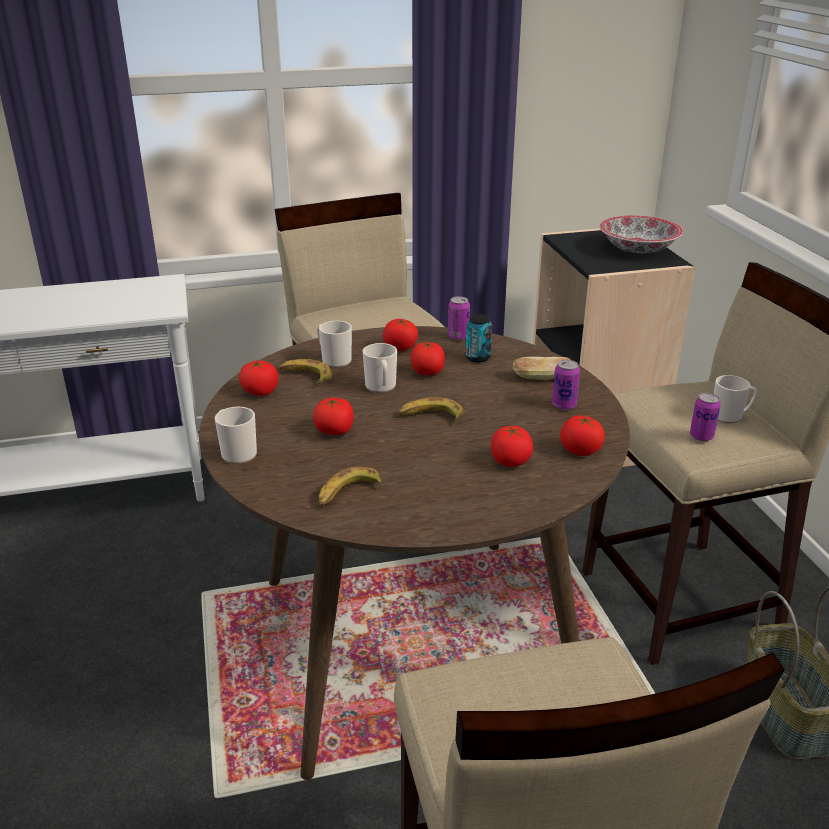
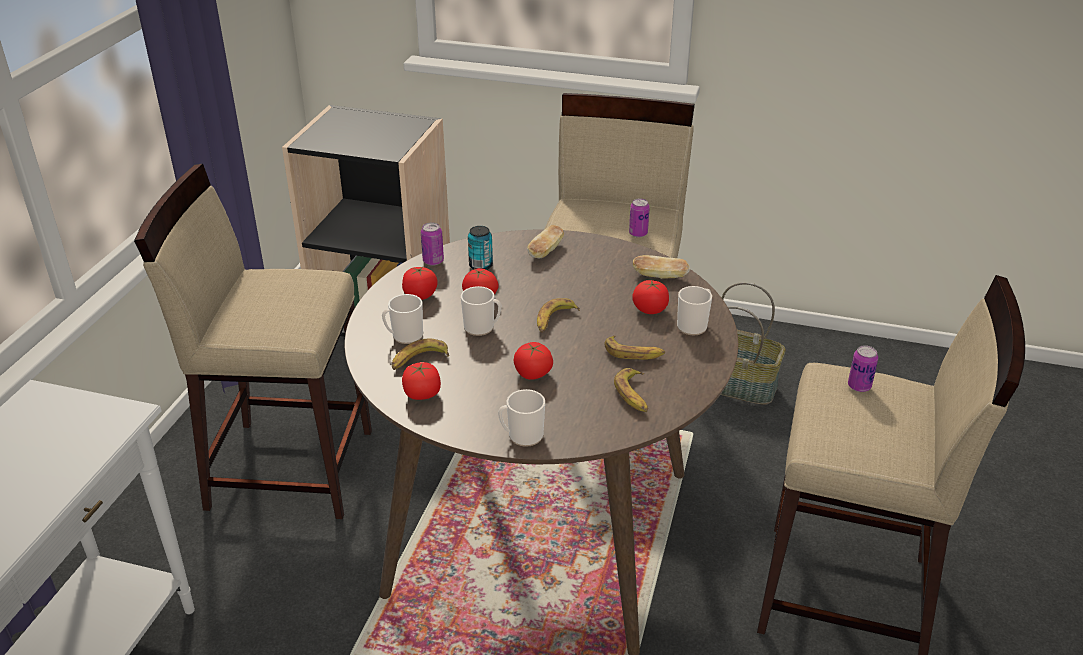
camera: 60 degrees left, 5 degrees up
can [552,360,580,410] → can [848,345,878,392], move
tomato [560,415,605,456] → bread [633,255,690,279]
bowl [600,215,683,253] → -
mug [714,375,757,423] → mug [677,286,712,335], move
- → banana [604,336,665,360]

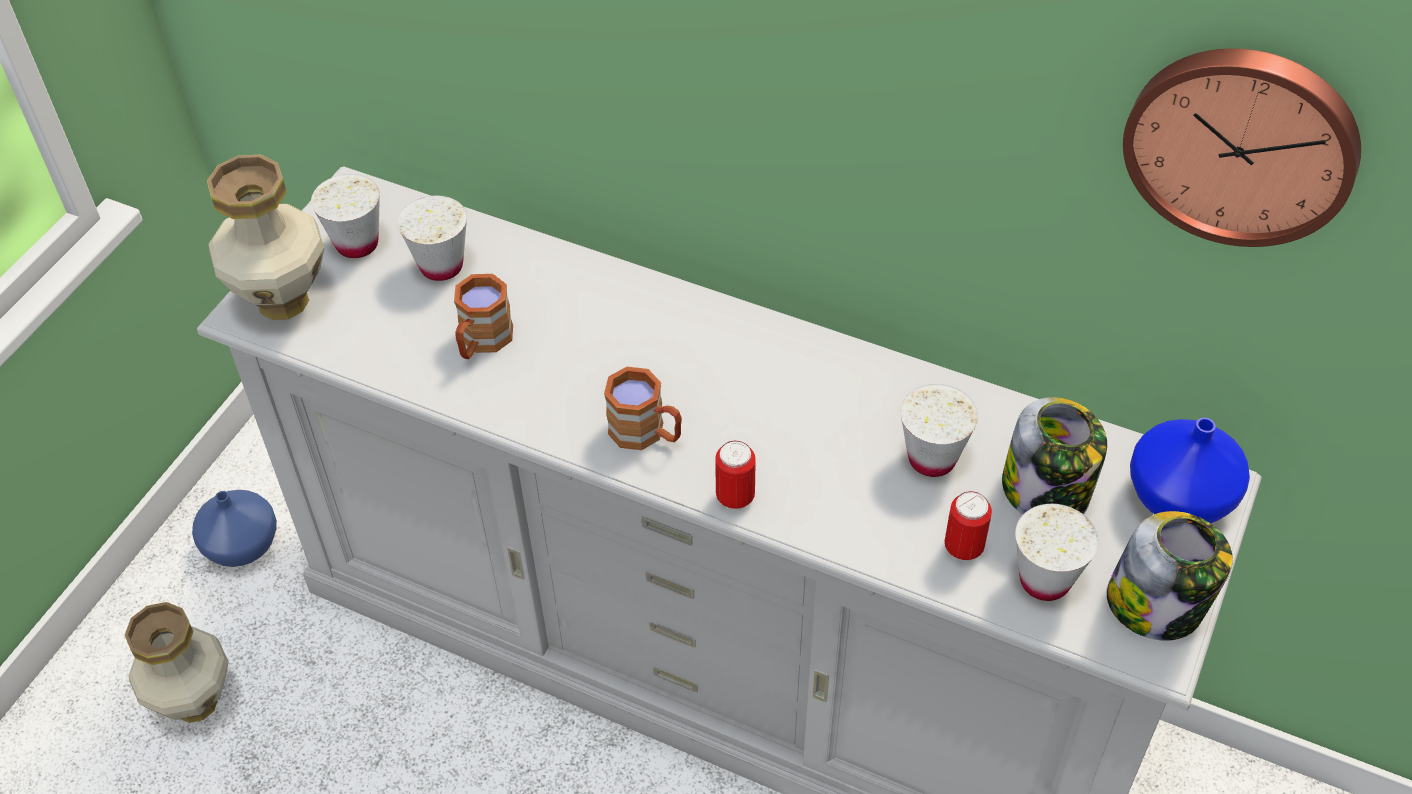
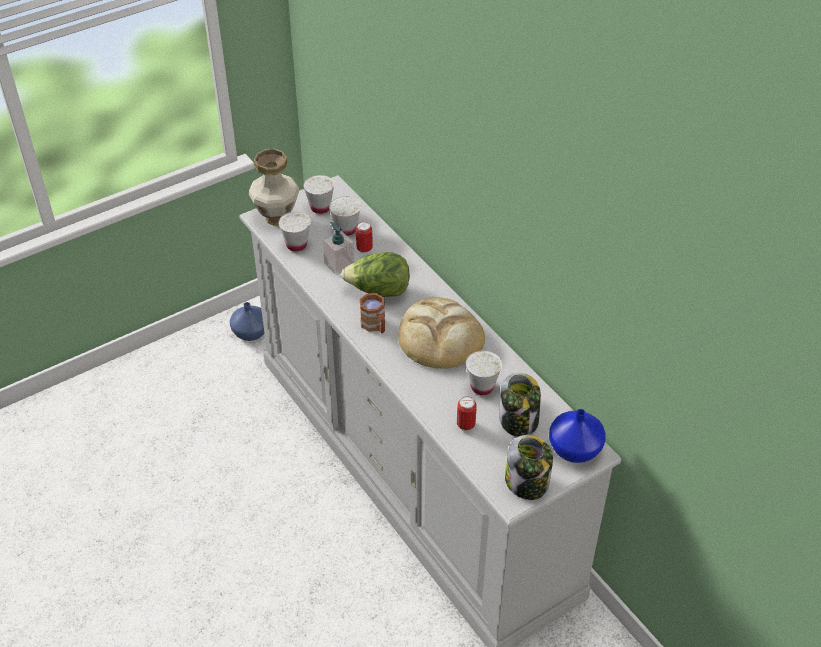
camera: 30 degrees right, 5 degrees down
vase [124,602,229,723] → -
brown mug [454,274,513,359] → soap dispenser [323,222,355,275]
can [715,441,756,510] → can [356,222,373,253], move
white cup [1015,504,1098,601] → white cup [278,212,311,252], move
wall clock [1123,48,1361,247] → -
- → lettuce [341,252,410,297]
- → bread [398,297,485,369]

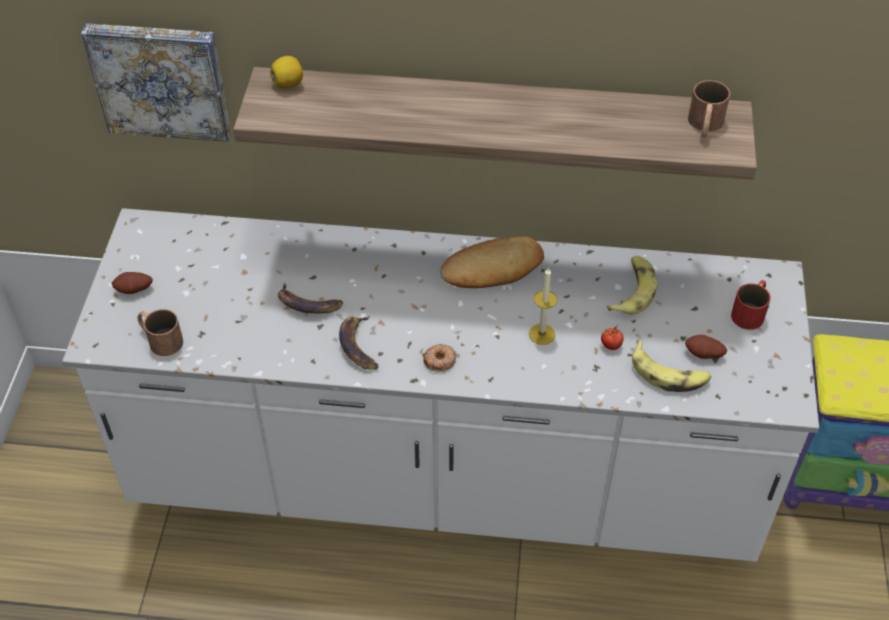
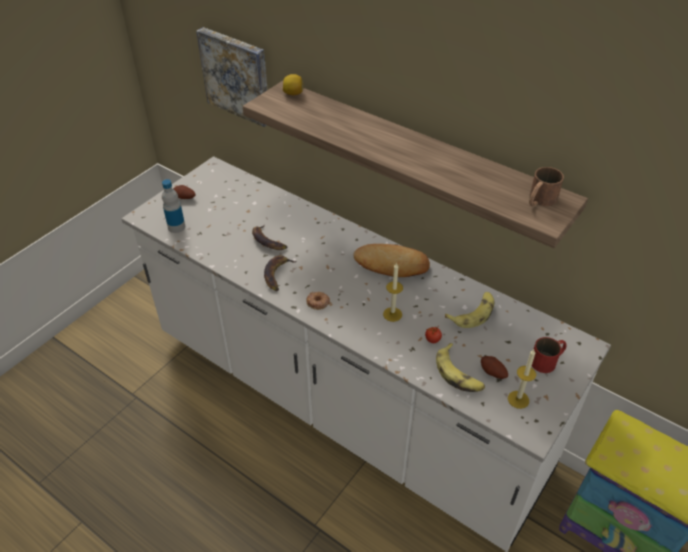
camera: 30 degrees right, 5 degrees down
brown mug [137,309,183,356] → bottle [162,179,185,233]
- → candle [508,350,536,409]

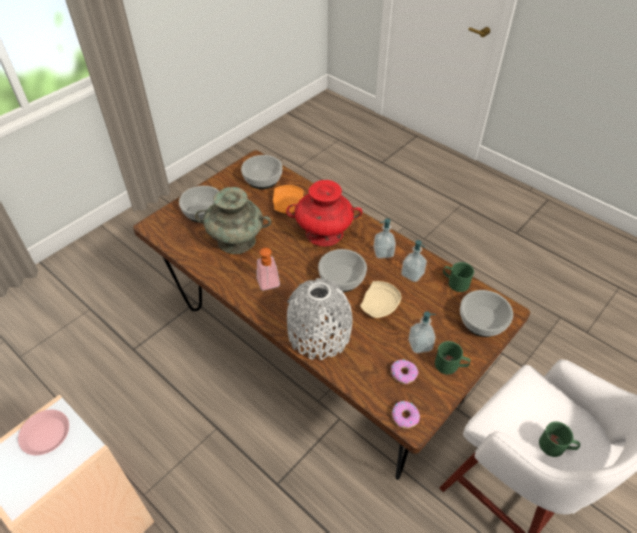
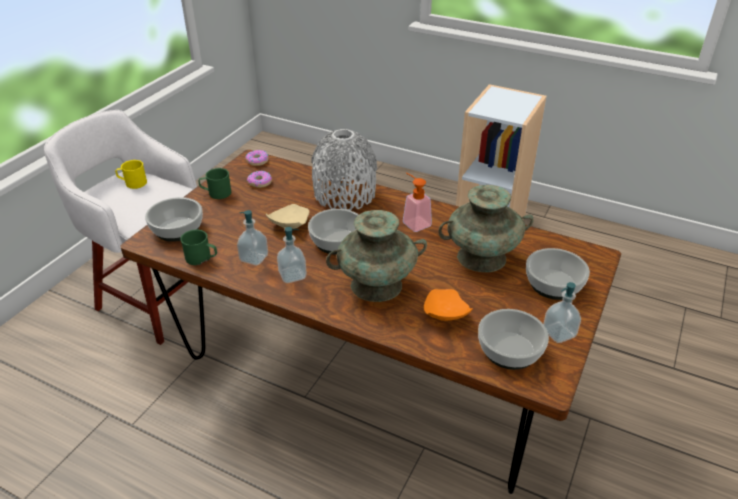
camera: 165 degrees right, 10 degrees down
pink plate [18,410,69,455] → -
red vase [286,180,362,246] → turquoise vase [326,210,427,302]
soap dispenser [408,311,436,353] → soap dispenser [543,282,581,343], move
green mug [539,421,580,457] → yellow mug [115,160,147,189]

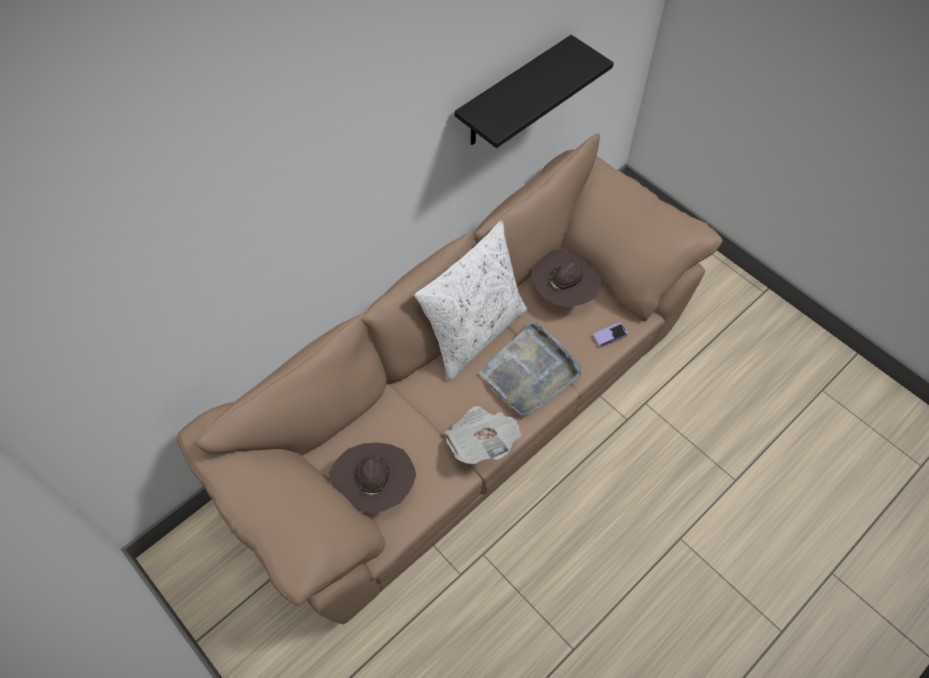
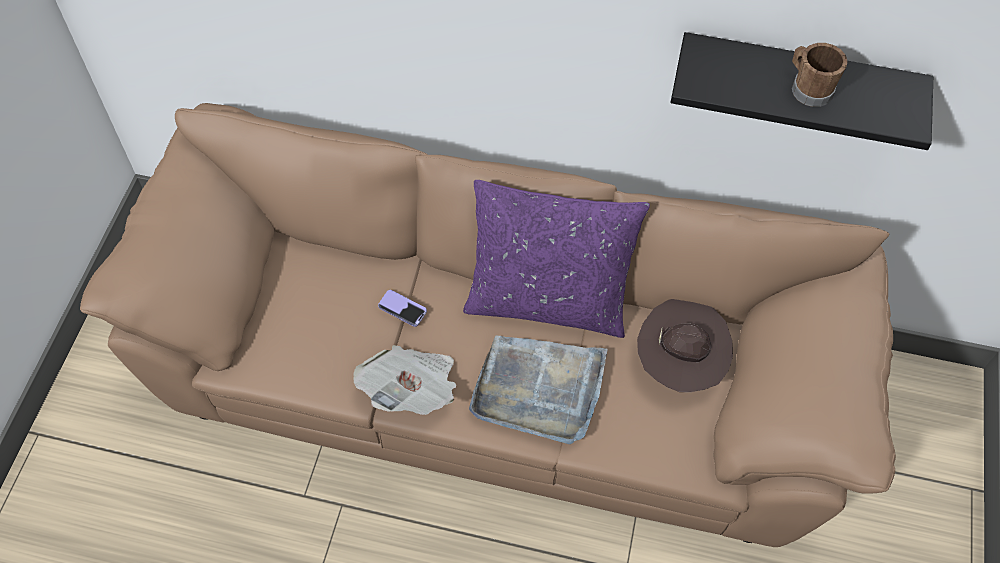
camera: 55 degrees right, 0 degrees up
brown hat [329,442,416,513] → -
white pillow [415,221,528,381] → purple pillow [463,180,650,338]
phone [593,322,628,347] → phone [378,290,427,327], move
- → brown mug [792,43,848,107]

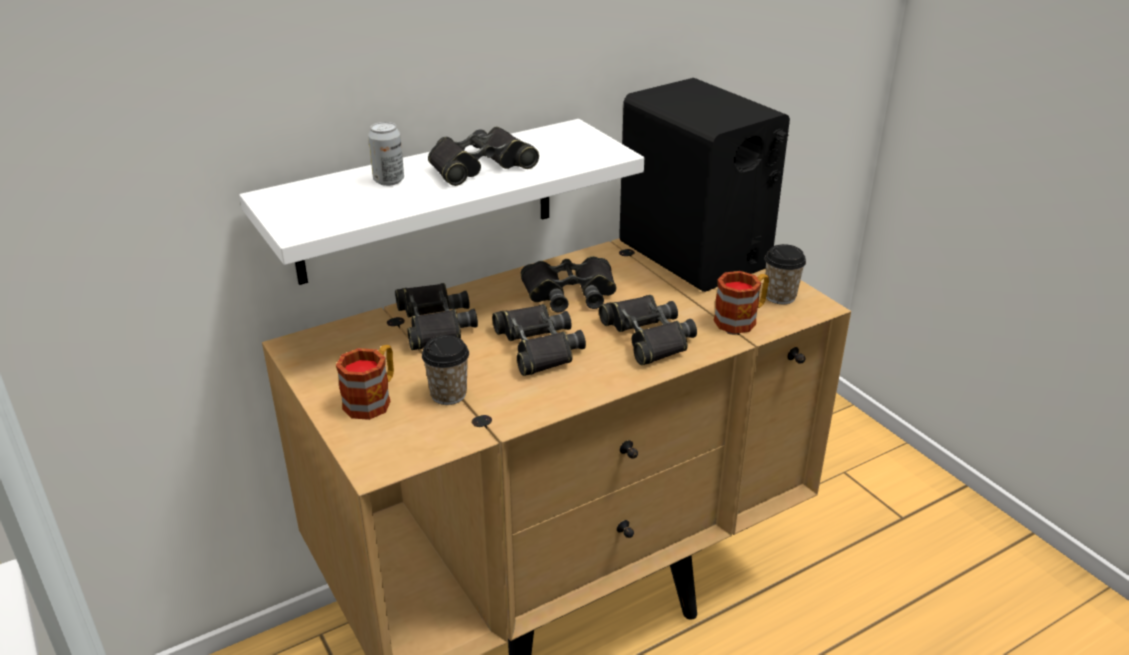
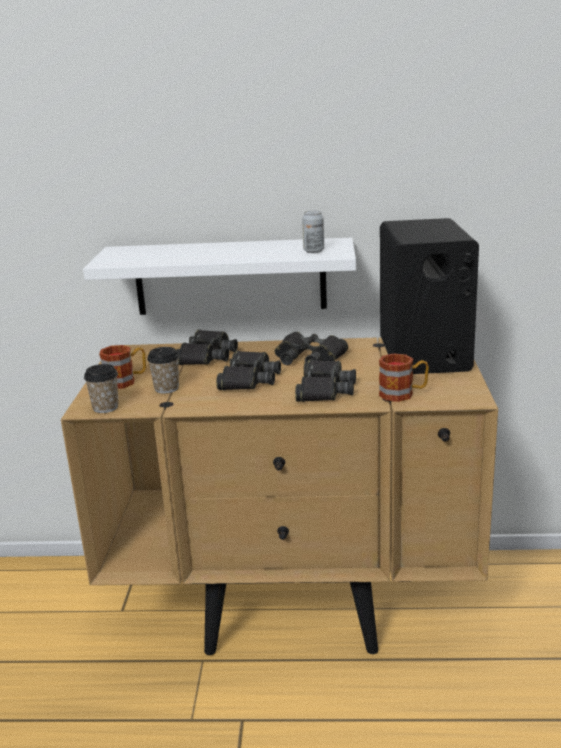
camera: 35 degrees right, 10 degrees down
can [368,122,404,186] → can [302,211,324,253], move
black binoculars [428,127,539,186] → -
cup [765,244,806,304] → cup [84,364,119,413], move

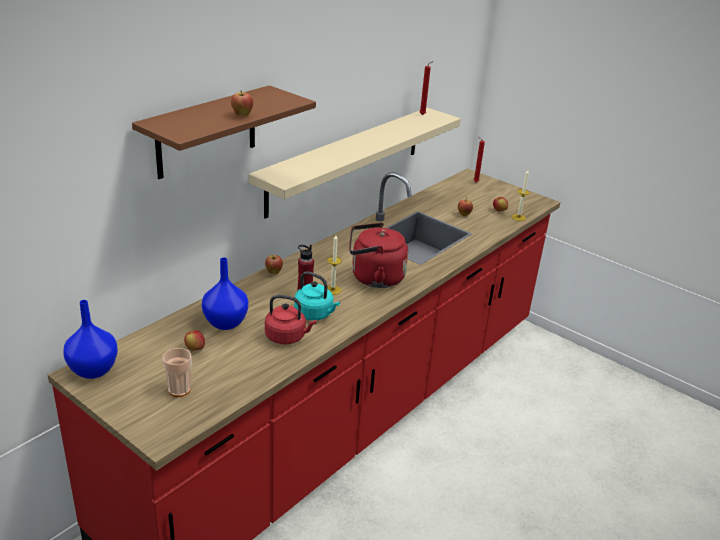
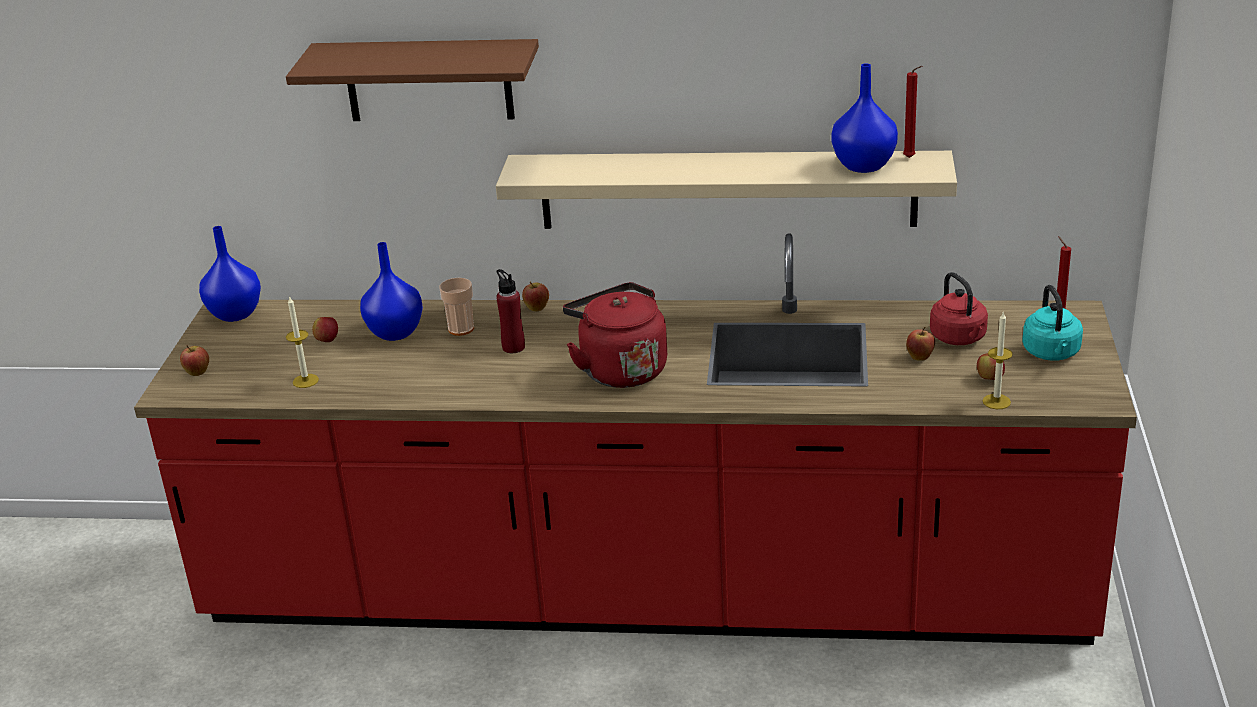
camera: 60 degrees right, 0 degrees up
cup [163,348,192,397] → cup [439,278,474,336], move
apple [231,90,253,117] → apple [180,345,209,376], move
red kettle [265,295,316,345] → red kettle [930,272,988,345], move
turquoise kettle [294,271,340,320] → turquoise kettle [1022,285,1083,361], move
candle [327,235,342,295] → candle [286,296,319,388], move
- → blue vase [831,63,898,173]

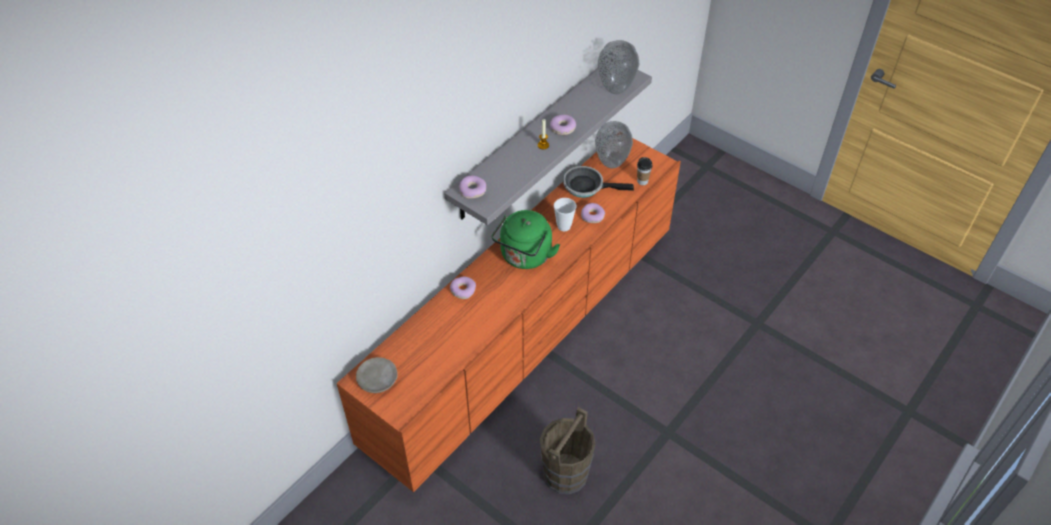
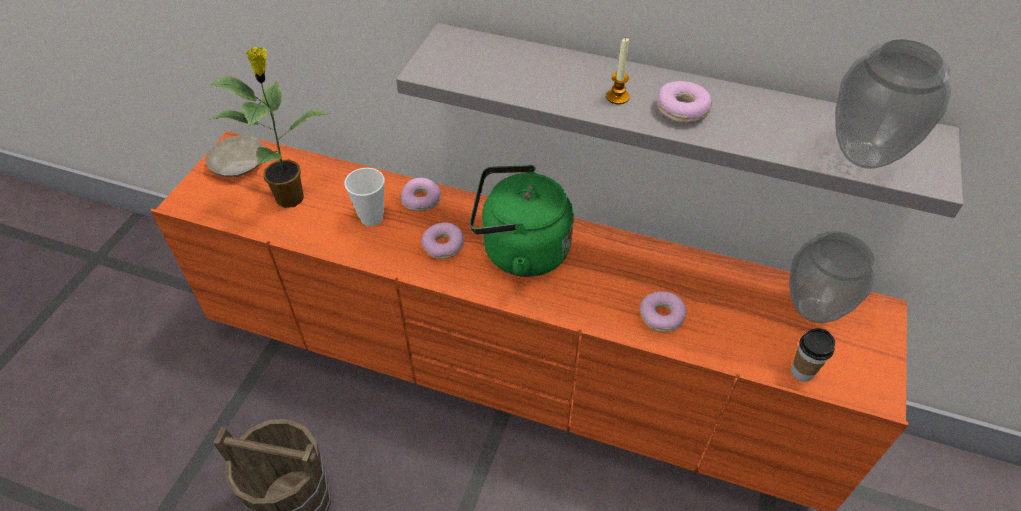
camera: 70 degrees right, 0 degrees up
donut [459,175,486,199] → donut [421,222,464,259], move
cup [554,198,577,231] → cup [344,168,385,226], move
frying pan [563,166,634,198] → -
- → potted plant [207,47,330,208]

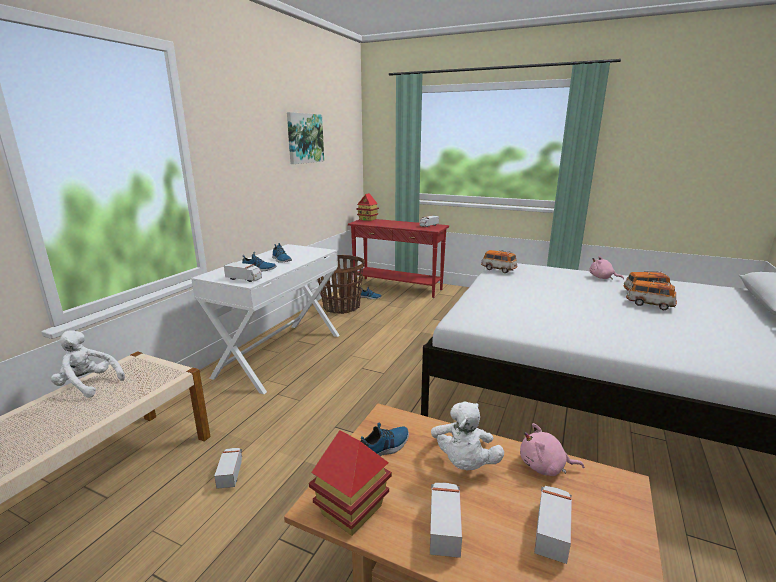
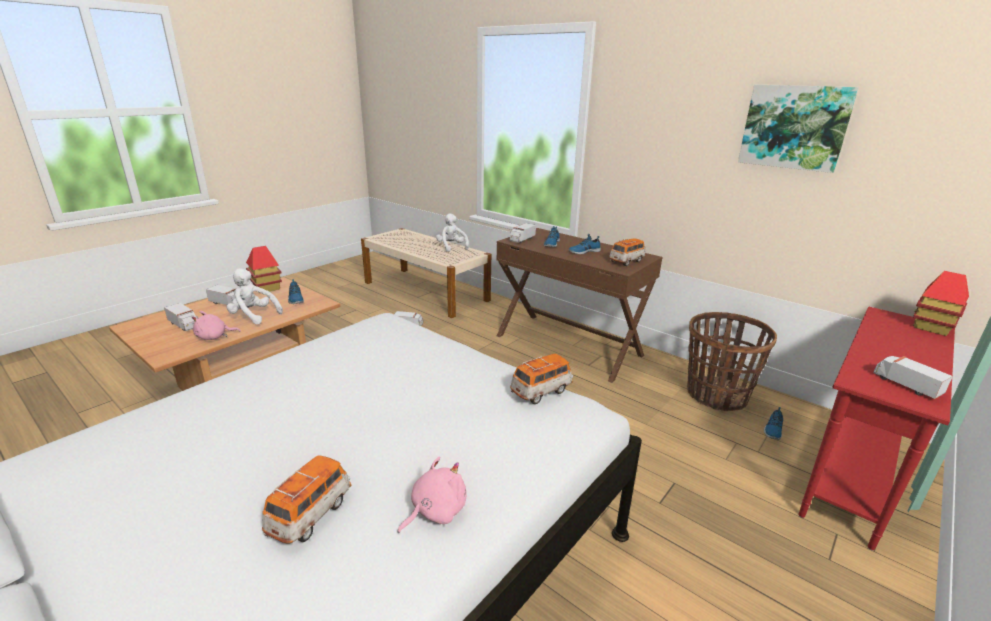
camera: 105 degrees right, 5 degrees up
white plush toy [51,330,125,398] → white plush toy [436,213,469,252], 60 degrees counterclockwise
white desk [191,244,340,394] → brown desk [496,228,662,383]
pink plush toy [520,423,584,476] → pink plush toy [192,311,241,340], 135 degrees counterclockwise
toy car [626,280,677,310] → toy car [609,238,646,266], move

